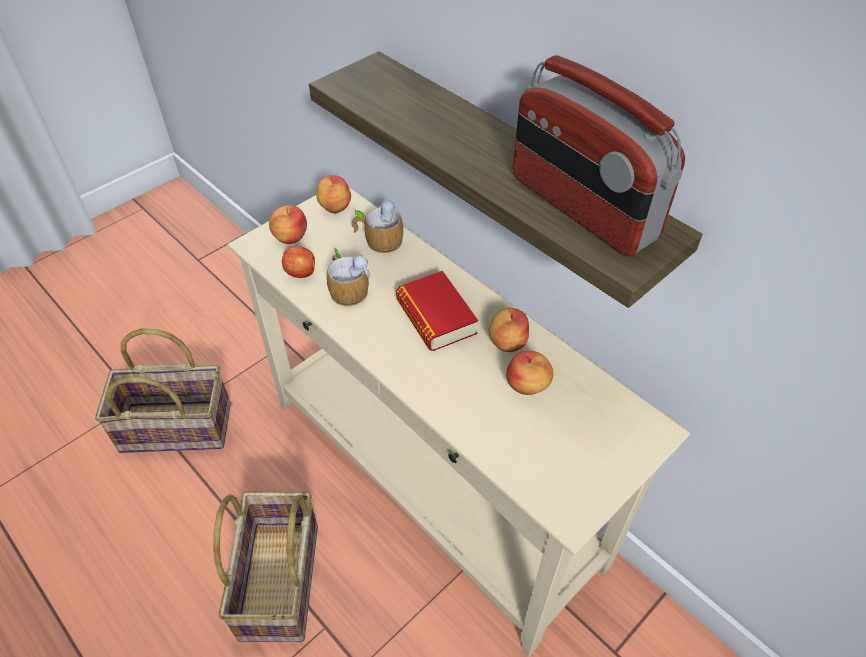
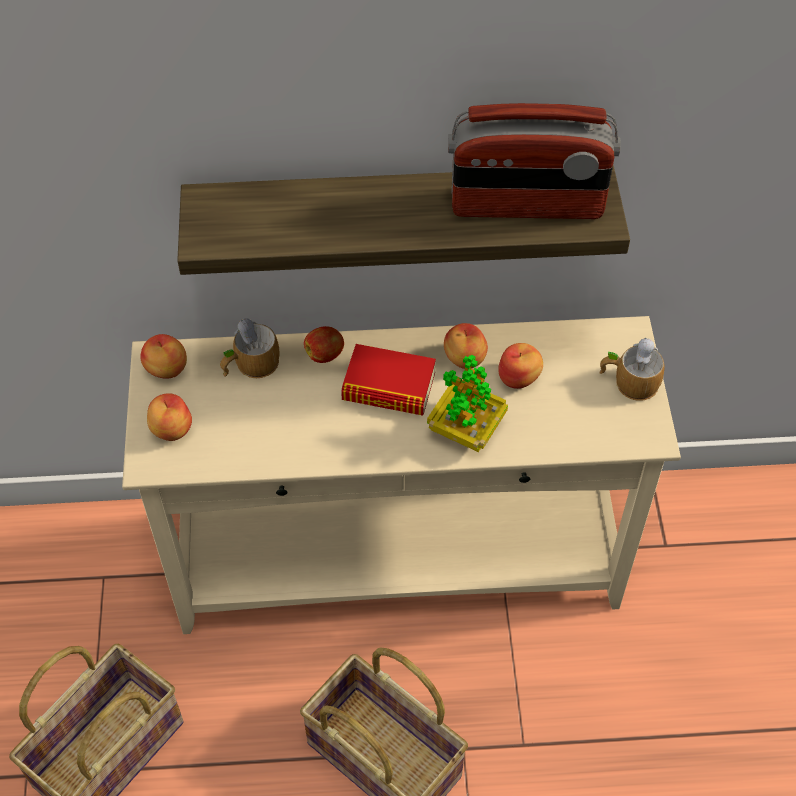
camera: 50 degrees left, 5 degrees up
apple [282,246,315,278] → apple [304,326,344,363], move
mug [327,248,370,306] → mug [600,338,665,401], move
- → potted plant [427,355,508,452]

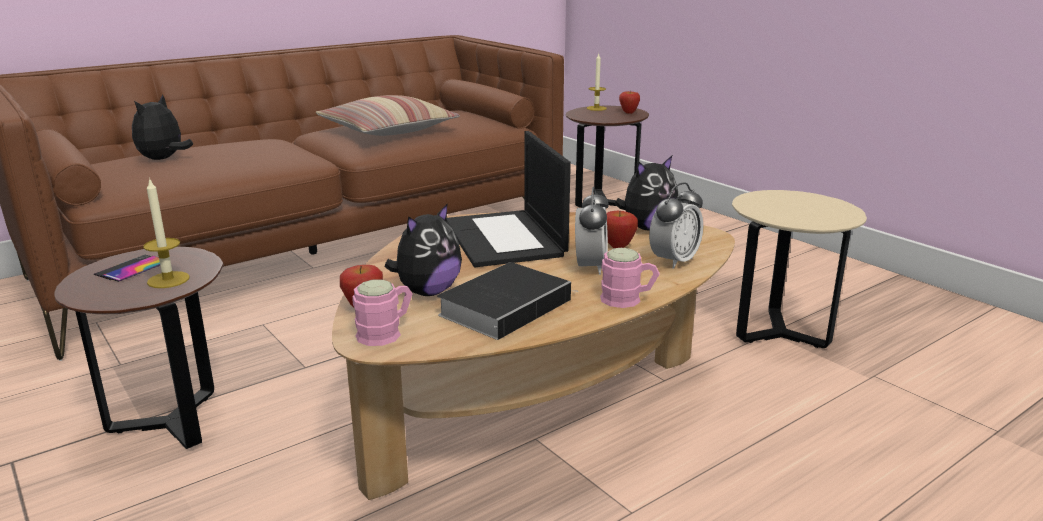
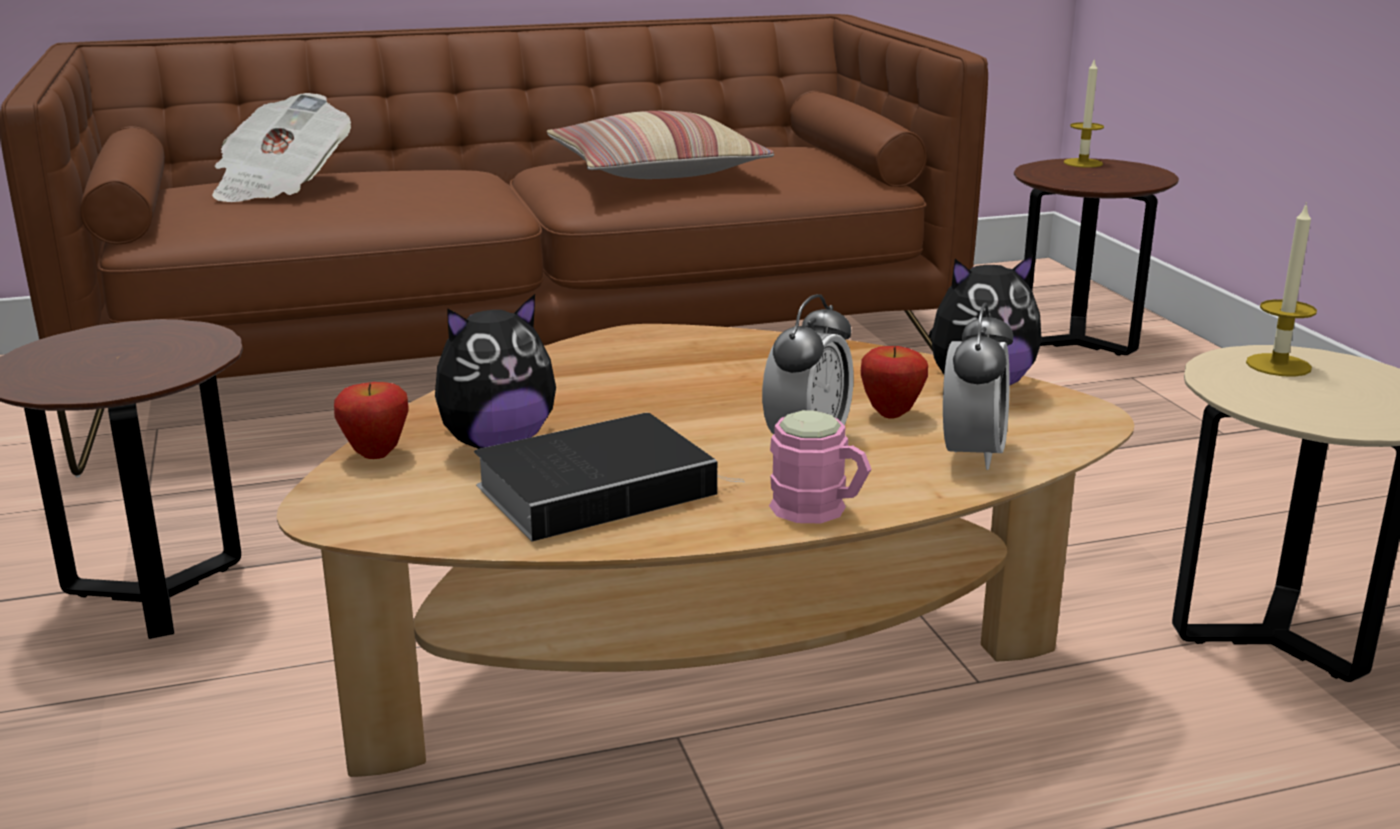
camera: 20 degrees right, 0 degrees up
phone [94,255,160,282] → -
plush toy [132,94,193,160] → newspaper [212,93,351,202]
candle [143,177,190,288] → candle [1246,202,1317,377], move
pink mug [353,279,412,346] → -
laptop [446,131,571,267] → -
apple [619,90,640,114] → -
alarm clock [649,183,703,269] → alarm clock [943,303,1013,470], 45 degrees counterclockwise

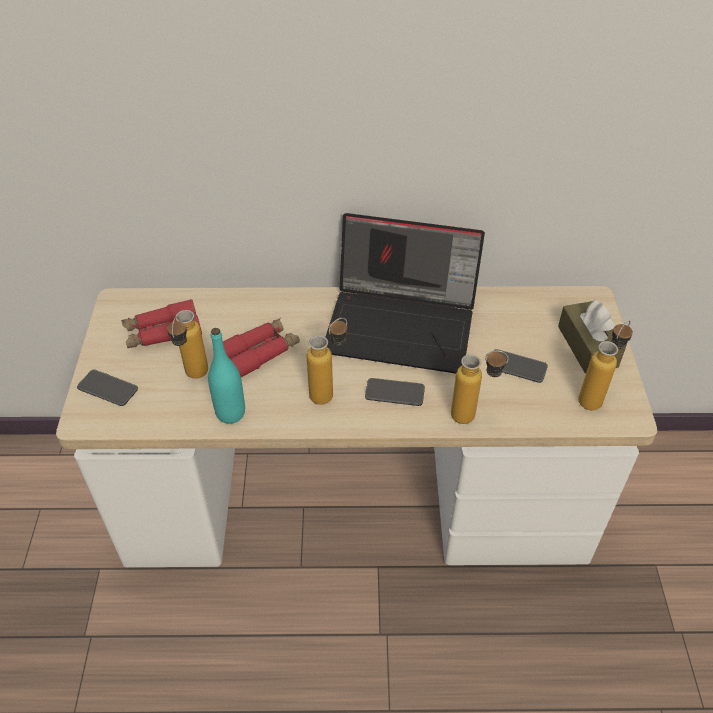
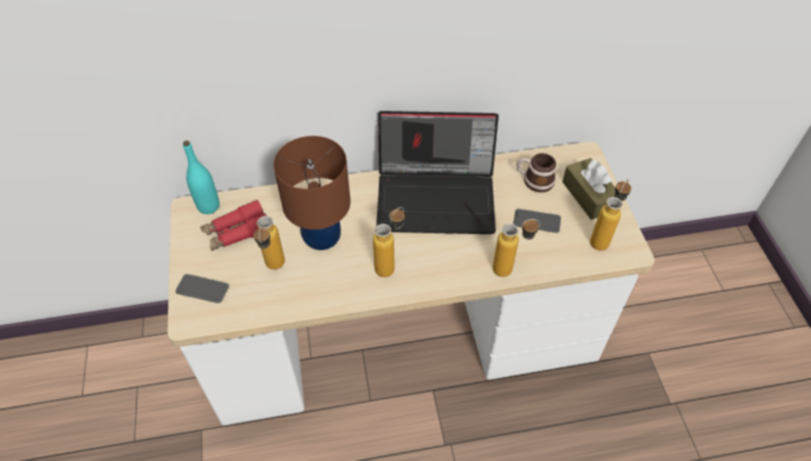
camera: 10 degrees left, 5 degrees up
turquoise bottle [208,328,245,424] → turquoise bottle [183,141,219,214], move
red binoculars [223,318,300,377] → brown table lamp [273,136,351,250]
phone [365,378,425,406] → -
- → mug [516,153,557,192]

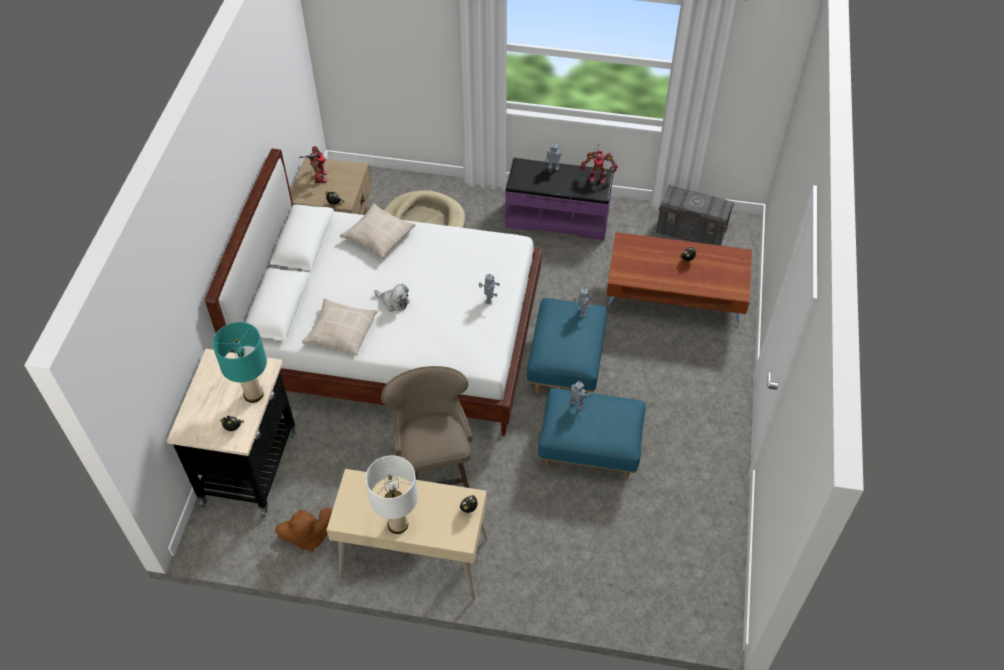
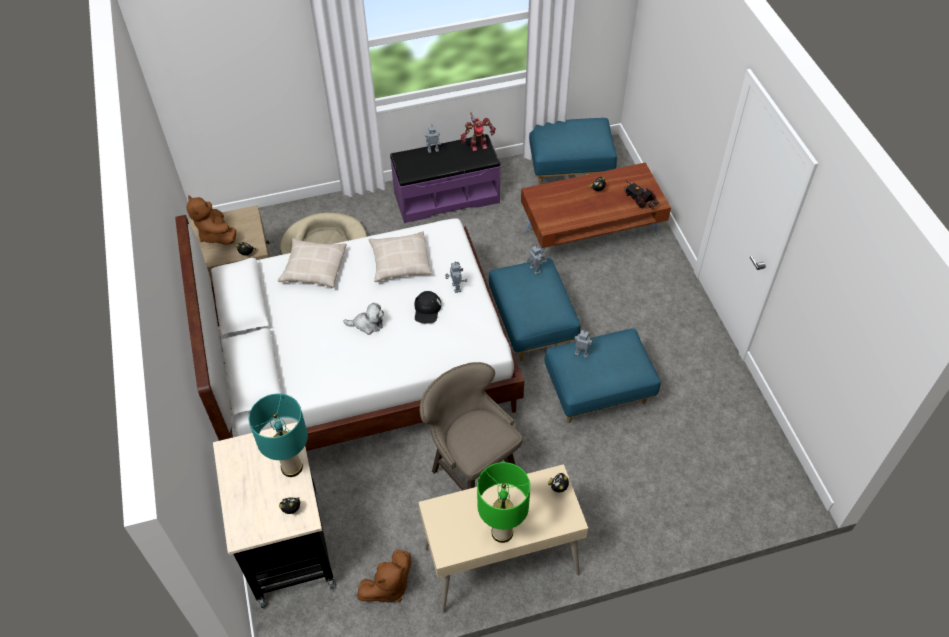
camera: 25 degrees left, 0 degrees up
toy robot [299,146,327,183] → brown plush toy [186,195,236,245]
beige pillow [302,298,377,356] → beige pillow [369,231,432,282], move
white table lamp [365,456,418,534] → green table lamp [477,462,530,543]
grey storage box [656,185,734,246] → blue ottoman [529,118,617,185]
- → black cap [414,291,441,324]
- → toy truck [624,180,659,209]

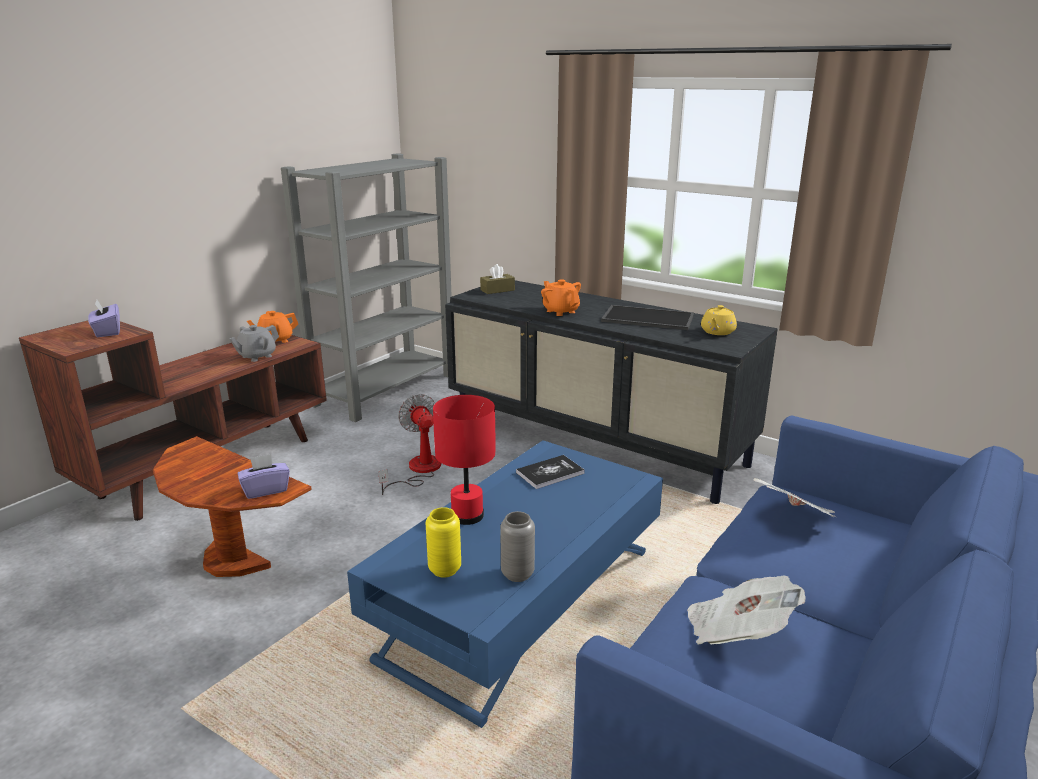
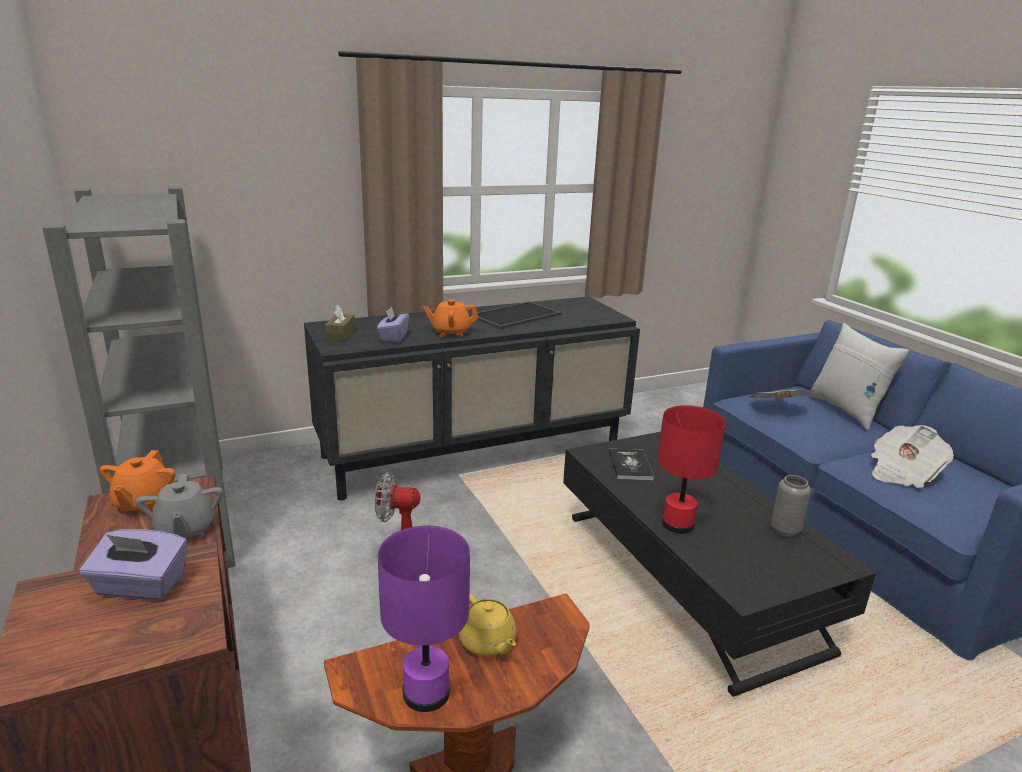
camera: 60 degrees left, 0 degrees up
purple tissue box [238,454,290,499] → purple tissue box [377,307,409,343], move
blue coffee table [347,440,663,728] → black coffee table [563,432,876,697]
yellow vase [426,507,461,578] → -
yellow teapot [701,305,737,335] → yellow teapot [458,593,517,656], move
- → purple table lamp [378,526,470,712]
- → grey pillow [808,323,910,430]

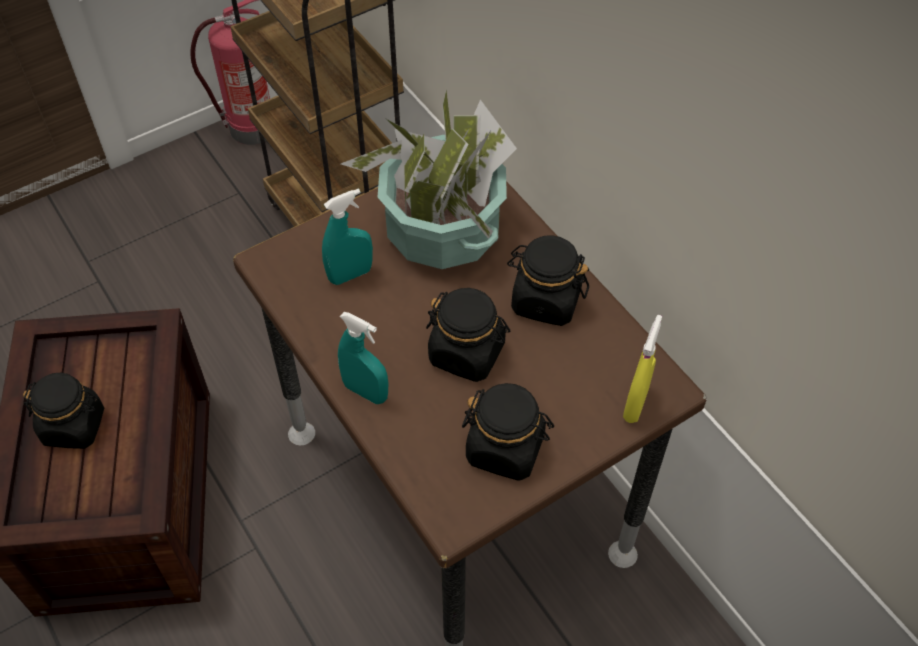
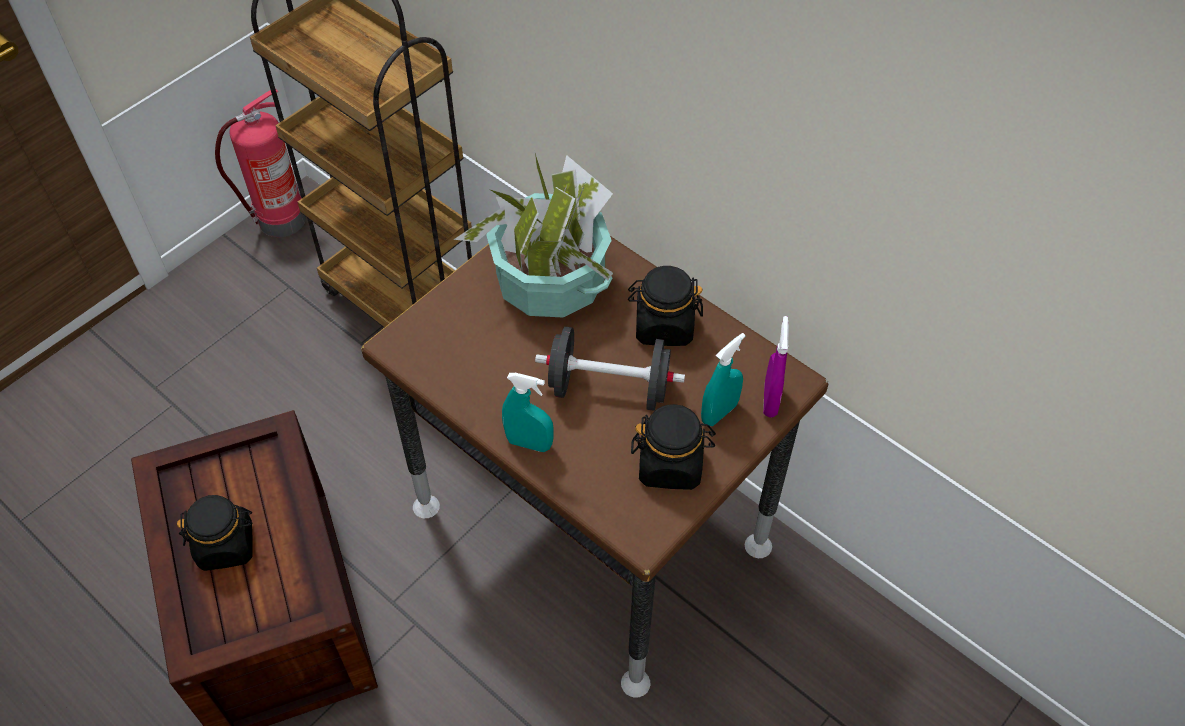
camera: 15 degrees left, 0 degrees up
turquoise spray bottle [322,188,373,285] → turquoise spray bottle [701,333,746,426], move
black jar [426,288,510,382] → black dumbbell [535,327,685,411]
yellow spray bottle [623,315,662,423] → purple spray bottle [763,316,789,418]

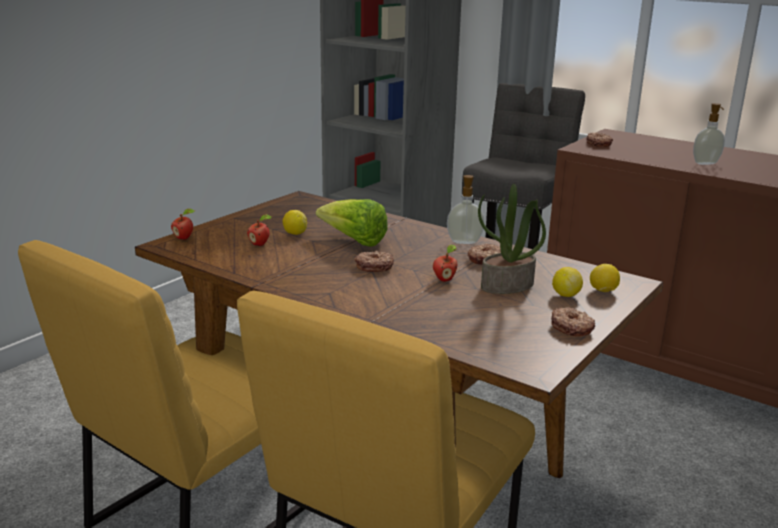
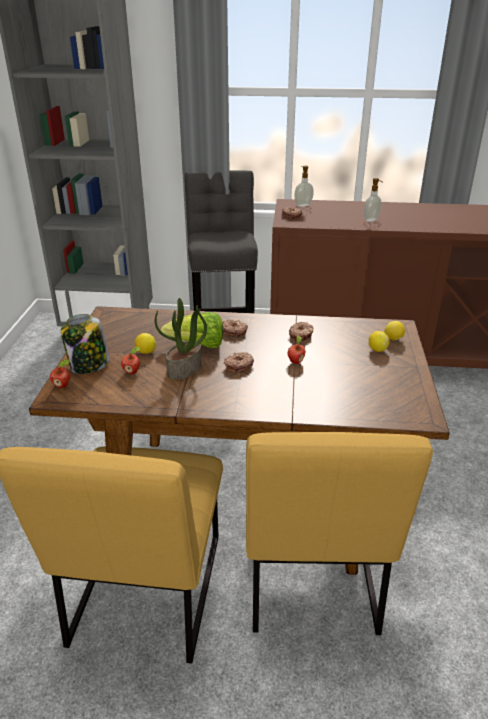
camera: 30 degrees left, 10 degrees up
soap dispenser [447,175,485,244] → soap dispenser [294,166,314,207], move
potted plant [478,184,546,294] → potted plant [155,298,207,380], move
donut [551,307,595,336] → donut [223,320,248,337], move
- → jar [61,314,110,374]

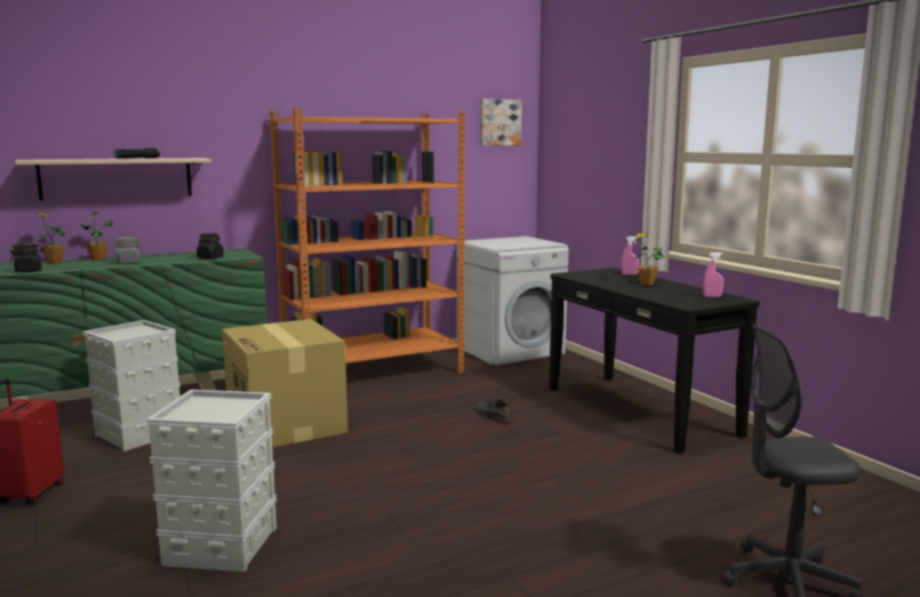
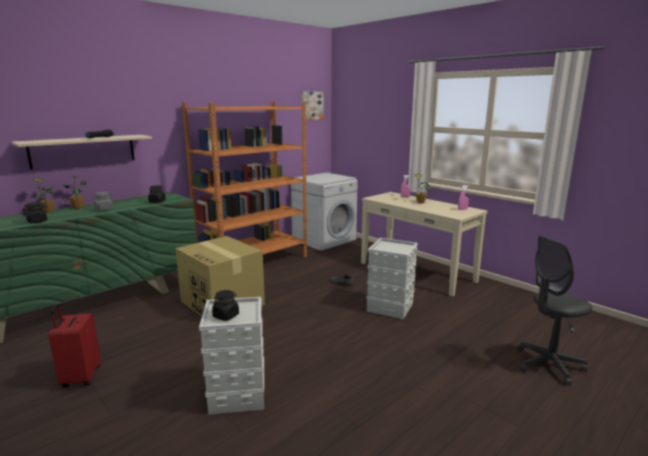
camera: 15 degrees left, 5 degrees up
grey storage box [83,320,180,451] → grey storage box [366,238,418,320], move
black console table [549,268,760,454] → beige console table [361,192,488,297]
- → black jar [212,290,239,321]

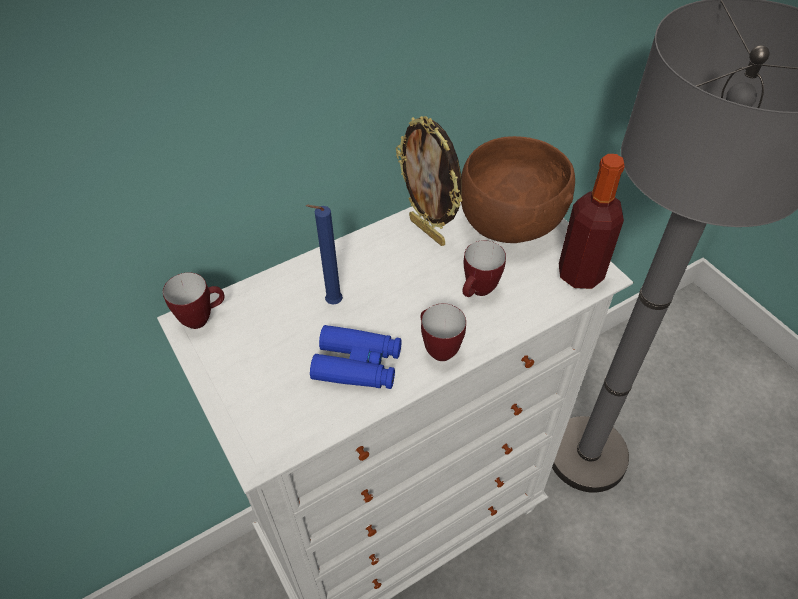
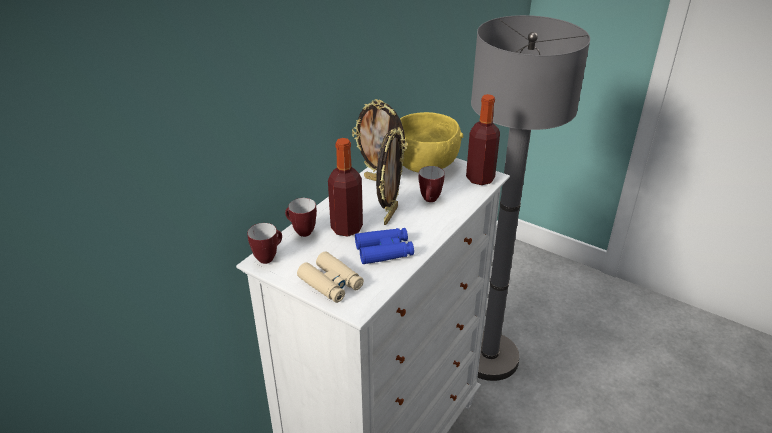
camera: 25 degrees left, 15 degrees down
blue candle [306,205,343,304] → bottle [328,138,363,237]
mug [421,303,466,361] → mug [285,198,317,237], move
brown bowl [461,136,575,243] → yellow bowl [400,112,463,173]
- → beige binoculars [297,252,364,303]
- → picture frame [376,128,404,225]

